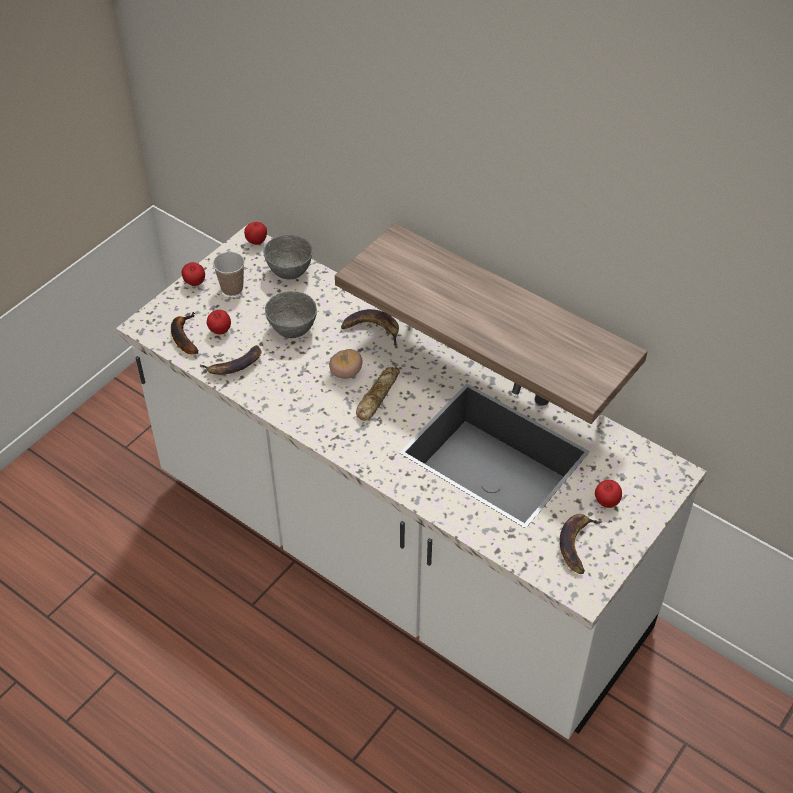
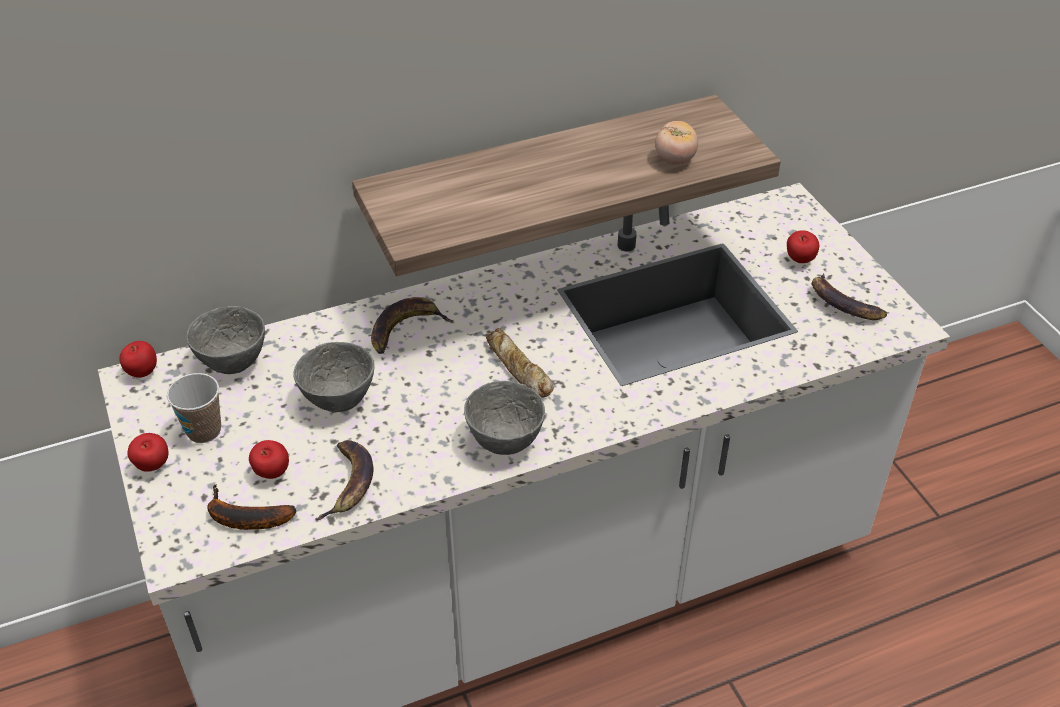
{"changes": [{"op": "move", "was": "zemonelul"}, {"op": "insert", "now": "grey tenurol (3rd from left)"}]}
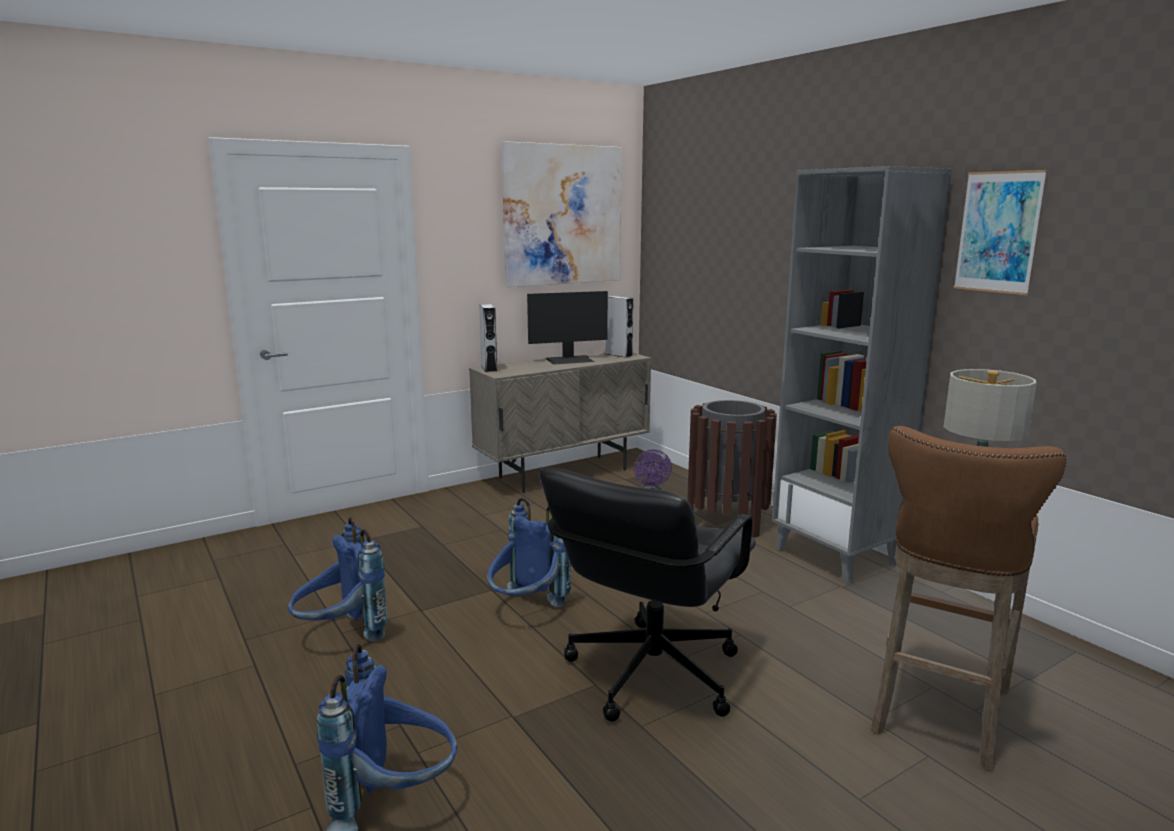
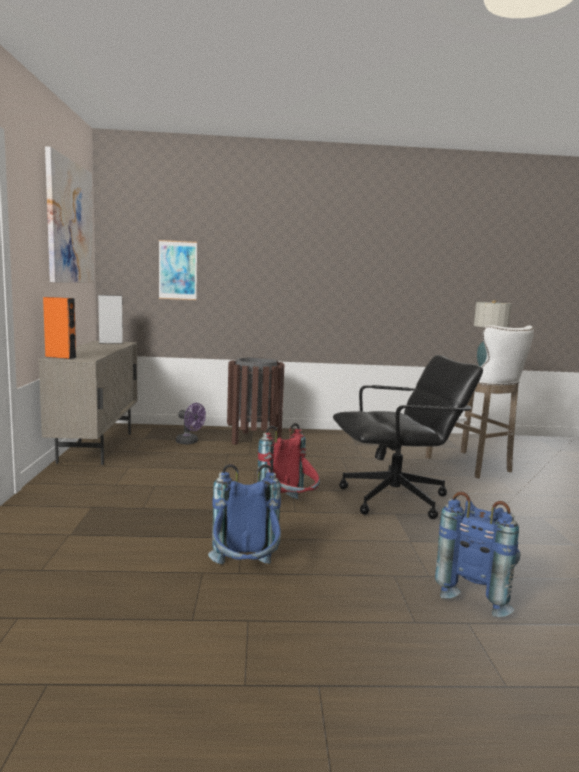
{"changes": [{"op": "recolor", "was": "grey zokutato (1st from left)", "now": "orange zokutato"}, {"op": "recolor", "was": "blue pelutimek (3rd from left)", "now": "red pelutimek"}, {"op": "delete", "was": "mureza"}, {"op": "rotate", "was": "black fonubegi", "clockwise": -75}, {"op": "delete", "was": "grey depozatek"}, {"op": "recolor", "was": "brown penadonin", "now": "white penadonin"}, {"op": "move", "was": "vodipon (2nd from left)"}]}
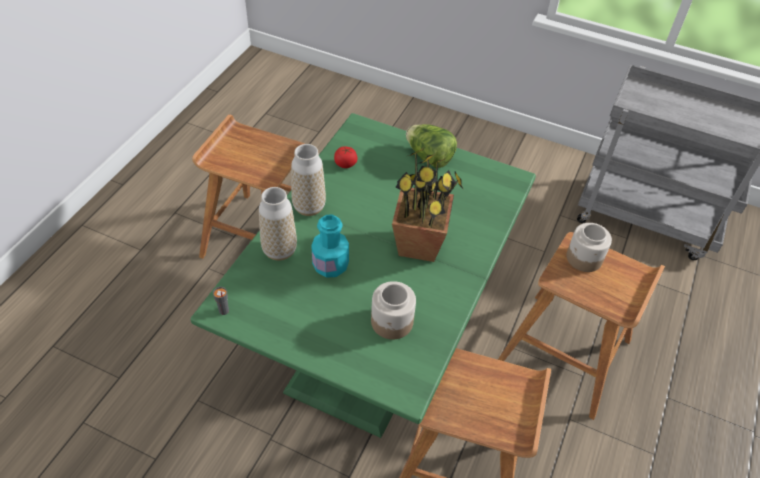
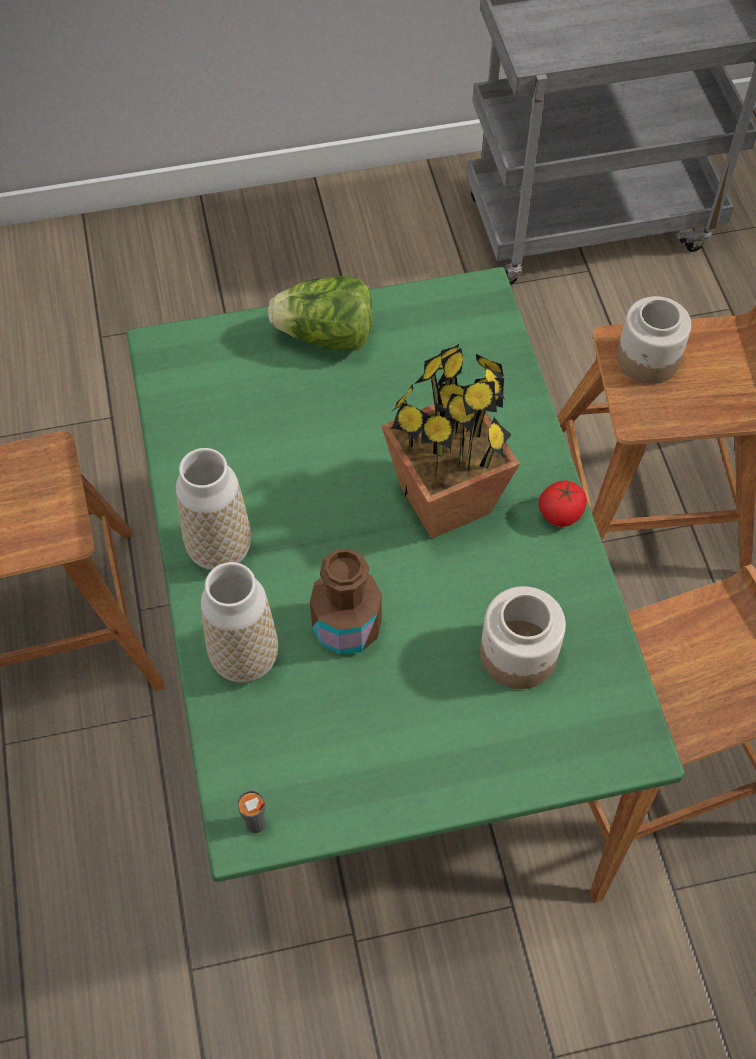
{"changes": [{"op": "recolor", "was": "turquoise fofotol", "now": "brown fofotol"}, {"op": "move", "was": "zemonelul"}]}
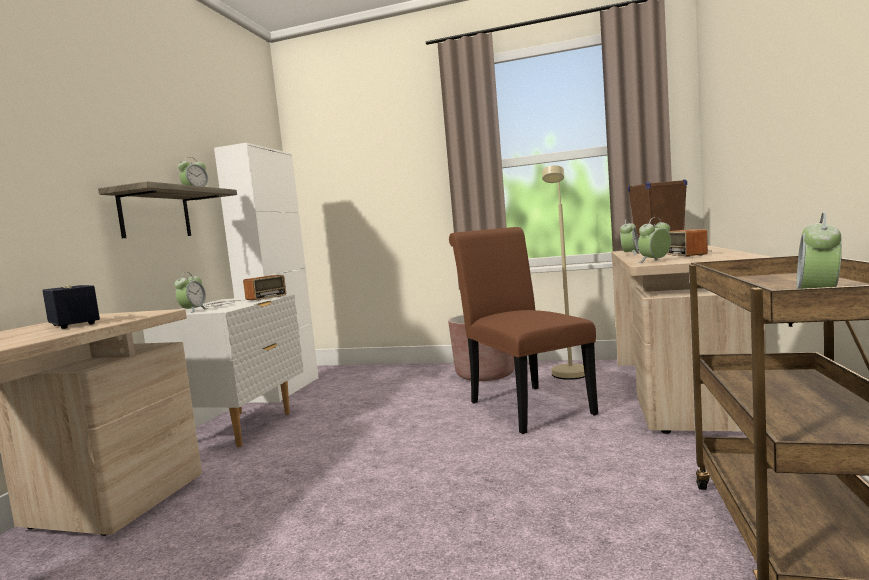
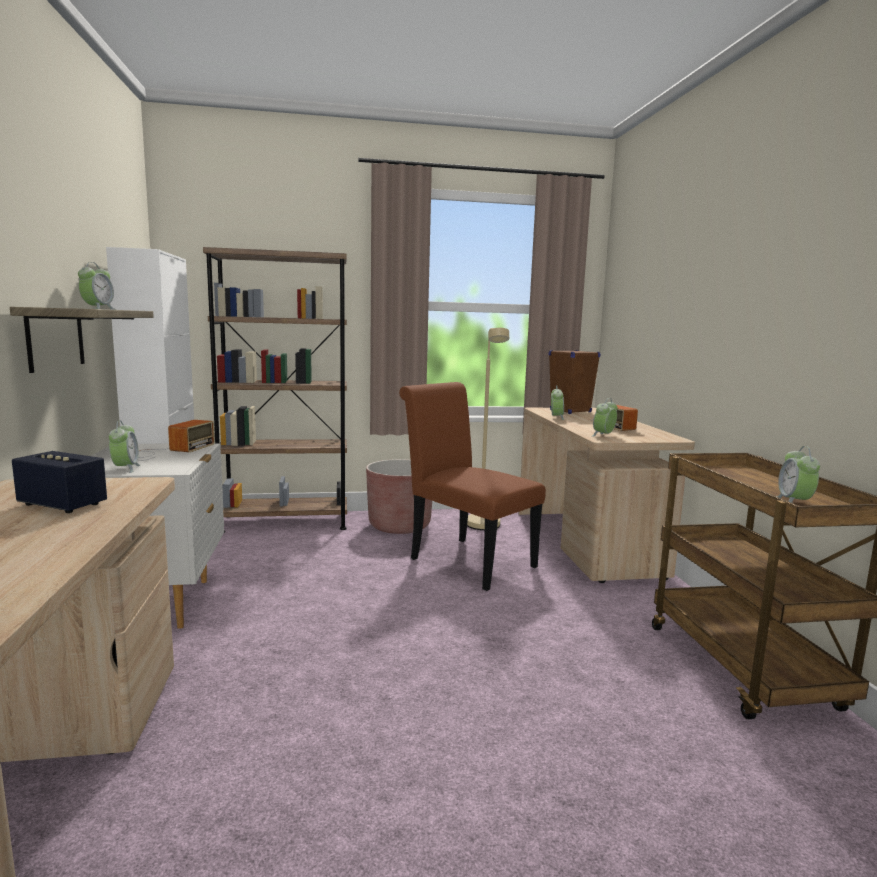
{"changes": [{"op": "insert", "now": "brown depozatek"}]}
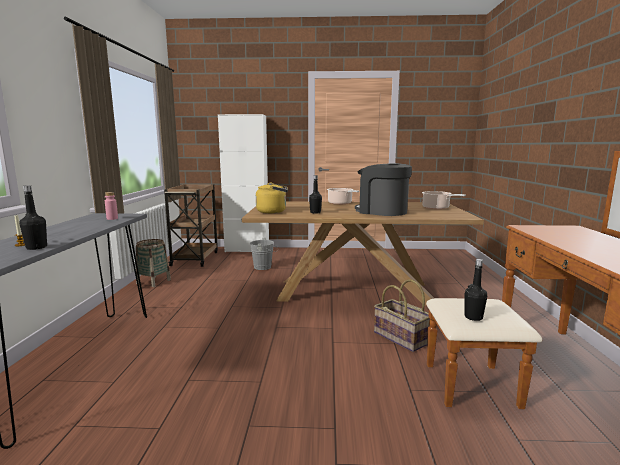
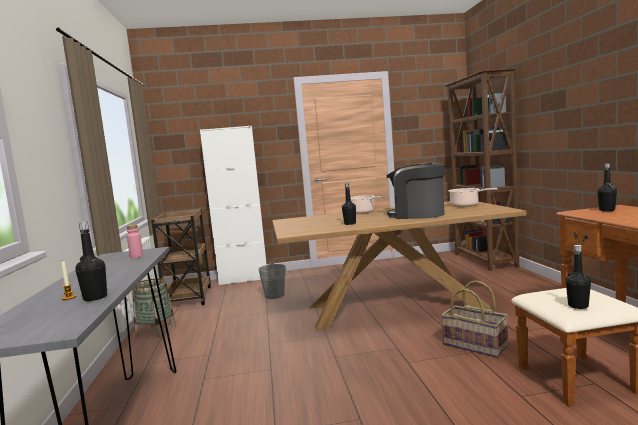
{"changes": [{"op": "delete", "was": "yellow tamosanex"}, {"op": "insert", "now": "brown depozatek"}, {"op": "insert", "now": "black fofotol (4th from left)"}]}
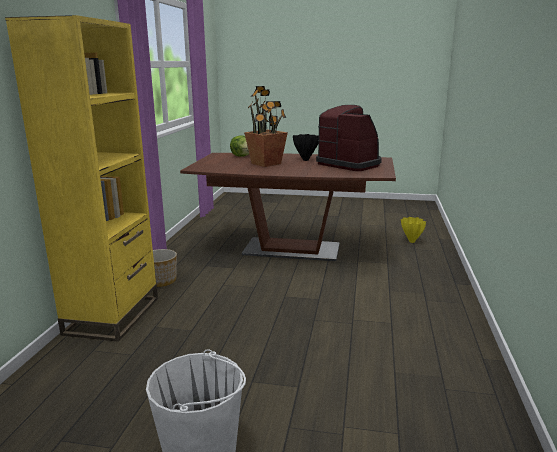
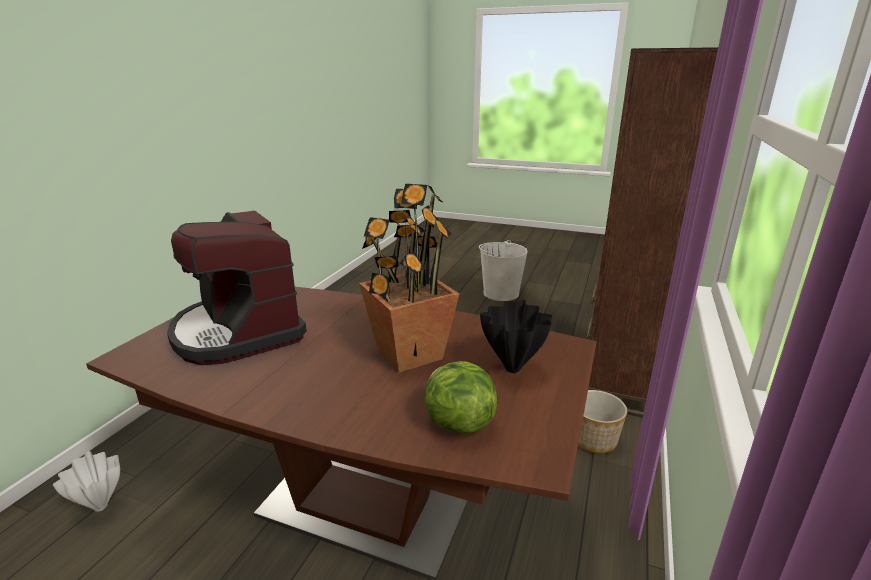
{"changes": [{"op": "recolor", "was": "yellow depozatek", "now": "brown depozatek"}, {"op": "move", "was": "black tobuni"}, {"op": "recolor", "was": "yellow tobuni", "now": "white tobuni"}]}
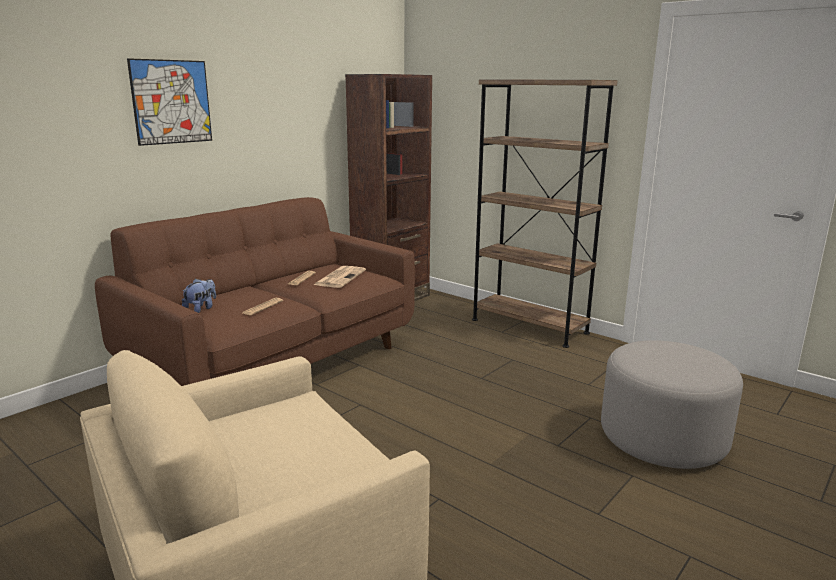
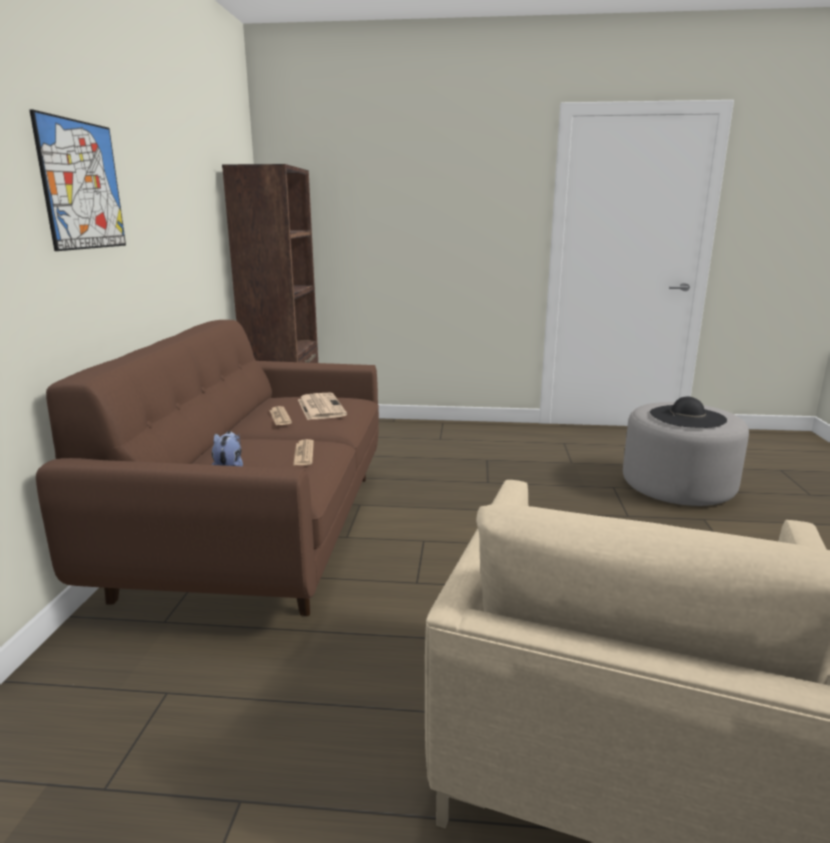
{"changes": [{"op": "delete", "was": "brown depozatek (2nd from left)"}, {"op": "insert", "now": "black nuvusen"}]}
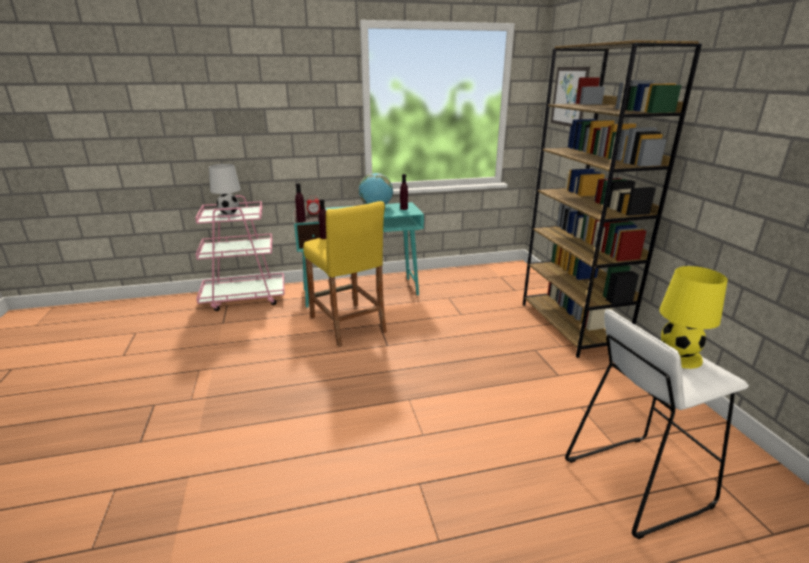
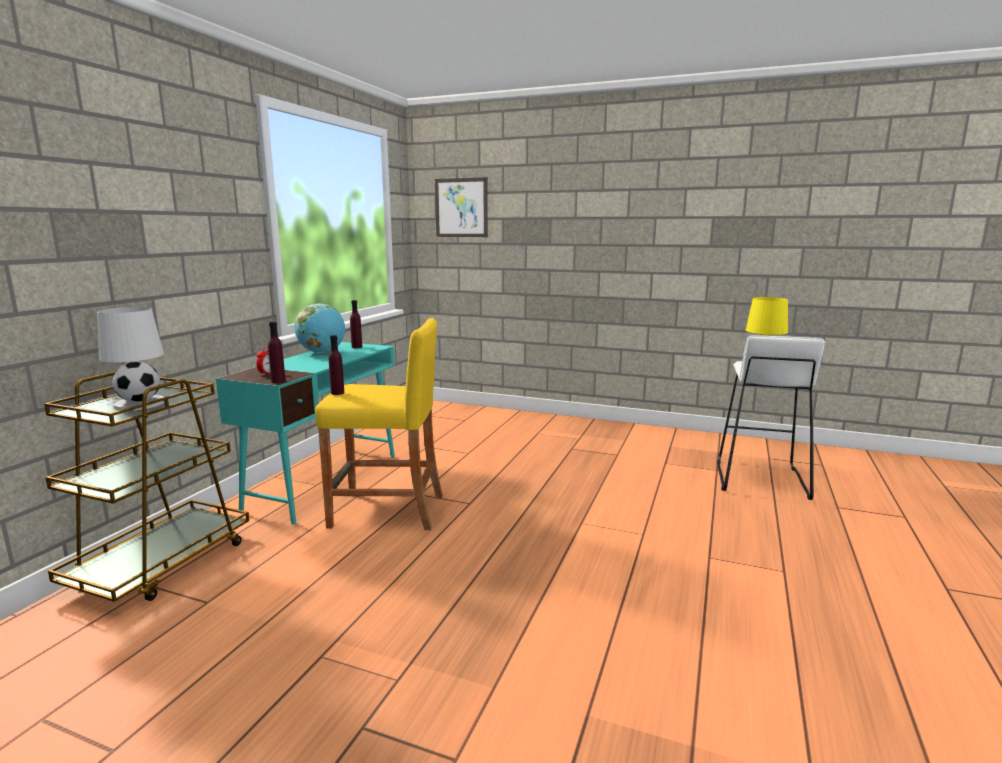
{"changes": [{"op": "recolor", "was": "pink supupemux", "now": "brown supupemux"}, {"op": "delete", "was": "brown depozatek"}]}
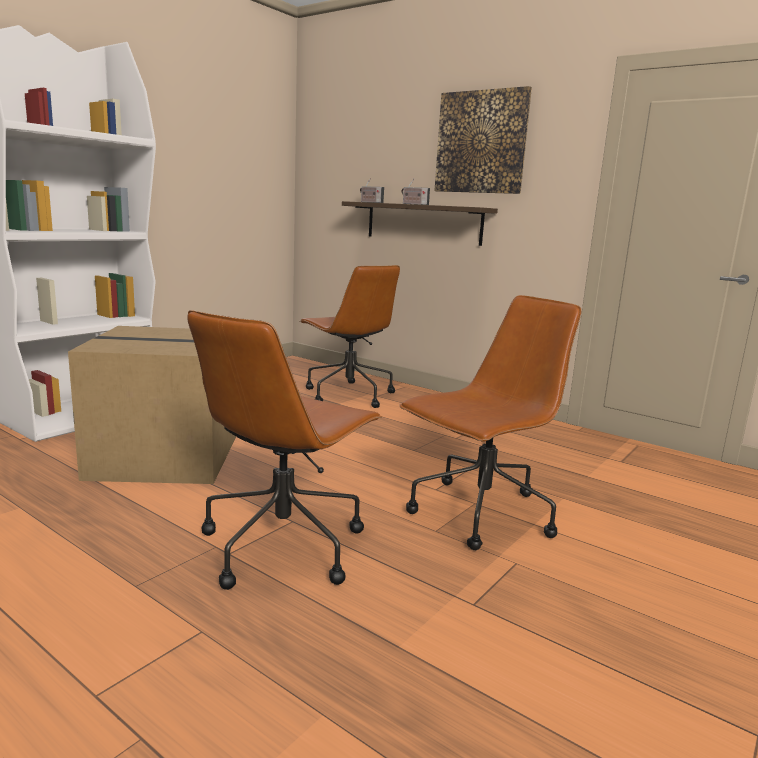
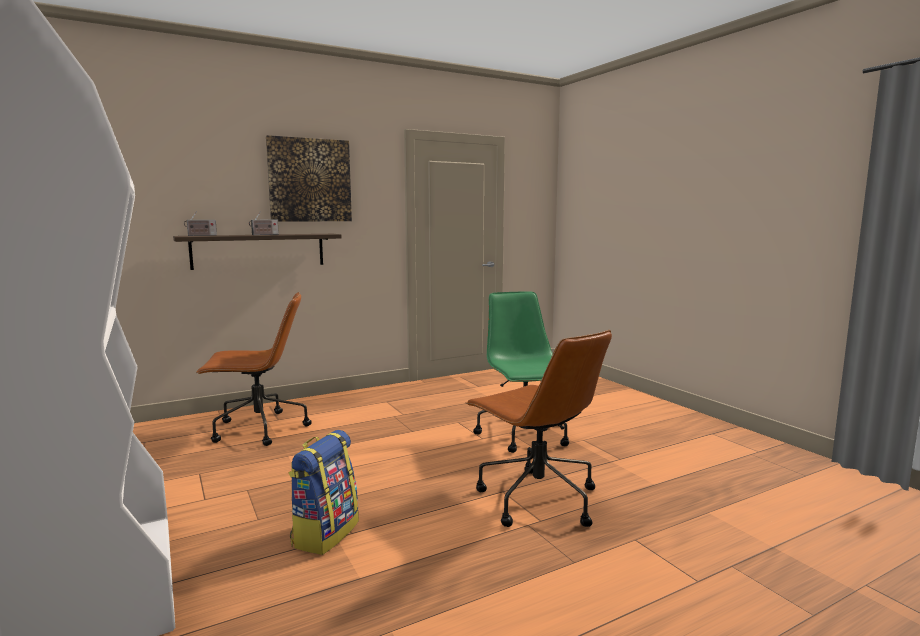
{"changes": [{"op": "replace", "was": "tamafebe", "now": "pelutimek"}, {"op": "recolor", "was": "brown fonubegi (3rd from left)", "now": "green fonubegi"}]}
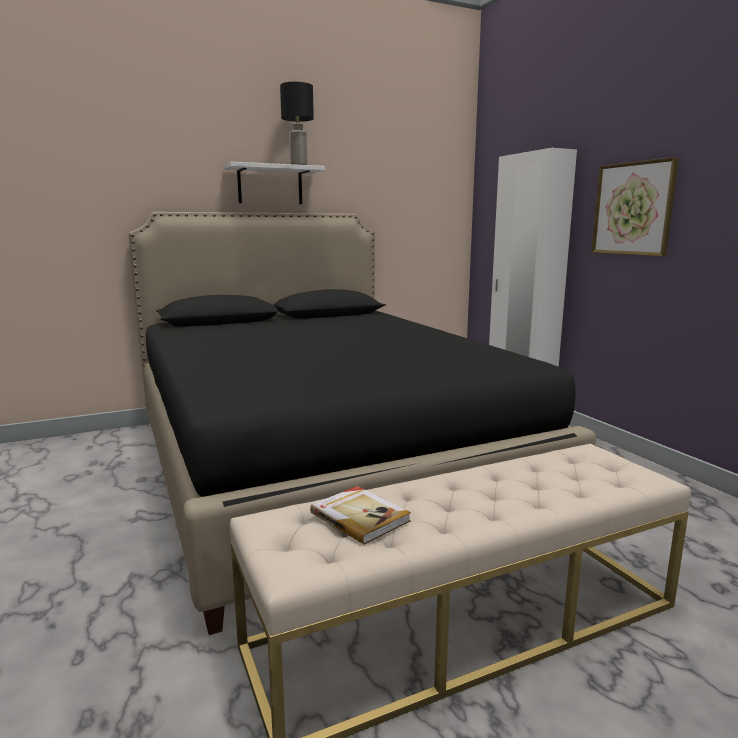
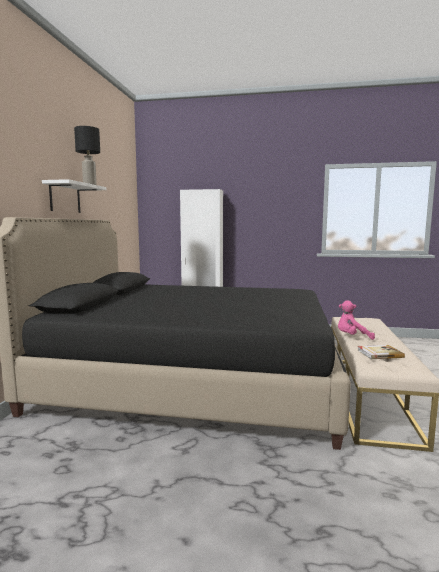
{"changes": [{"op": "delete", "was": "vodipon"}, {"op": "insert", "now": "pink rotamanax"}]}
